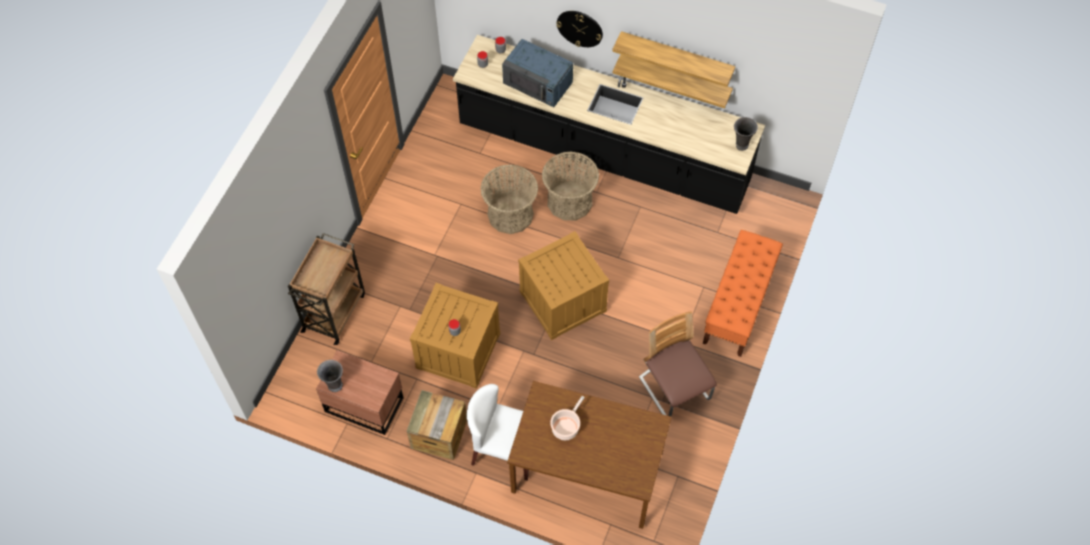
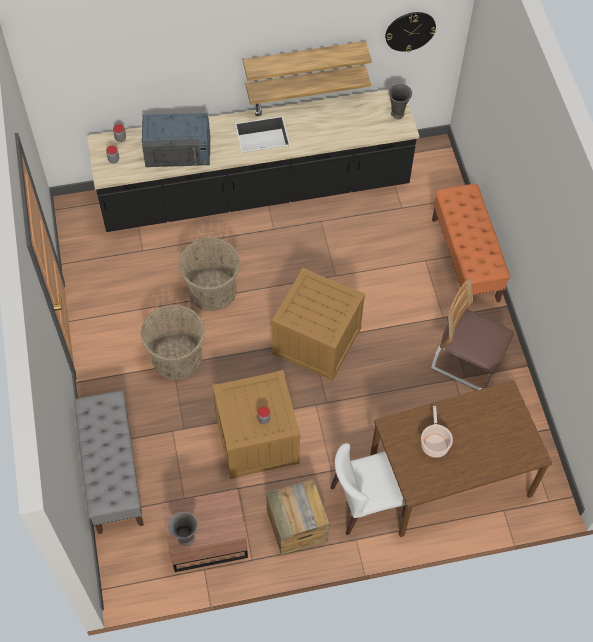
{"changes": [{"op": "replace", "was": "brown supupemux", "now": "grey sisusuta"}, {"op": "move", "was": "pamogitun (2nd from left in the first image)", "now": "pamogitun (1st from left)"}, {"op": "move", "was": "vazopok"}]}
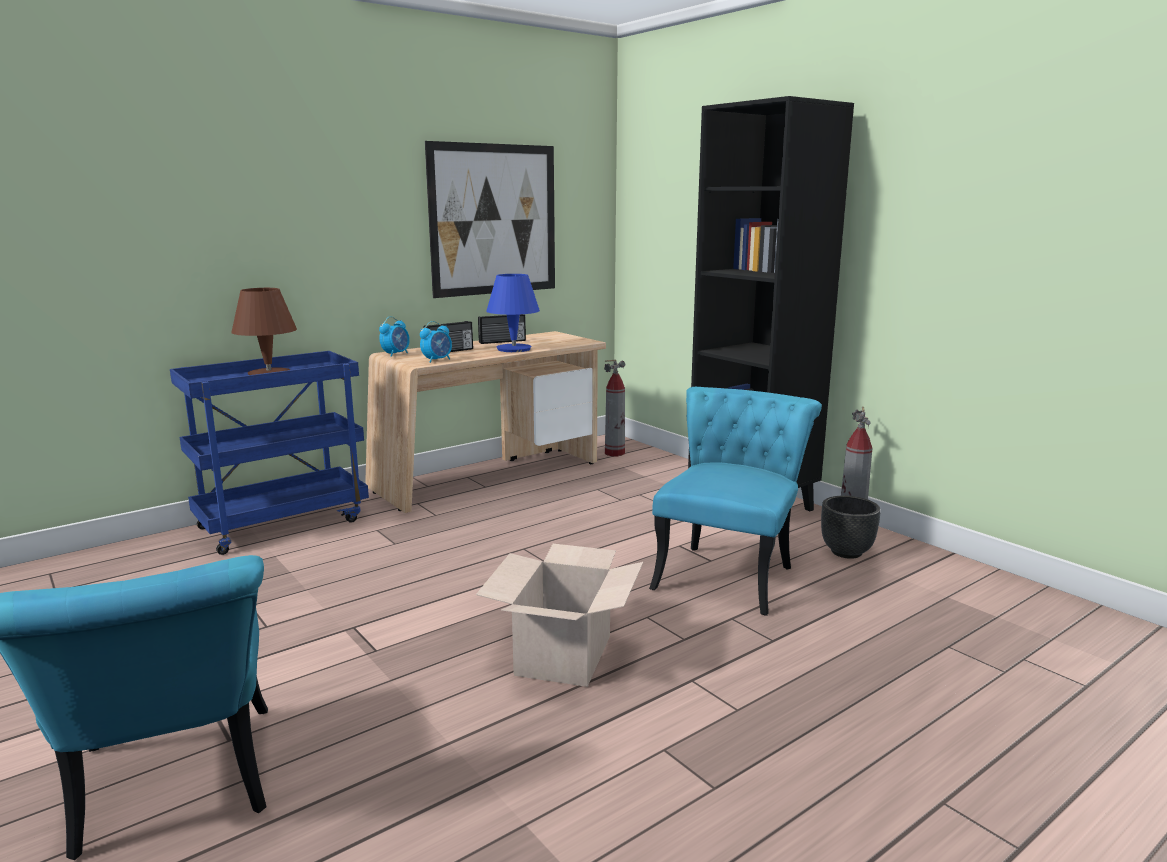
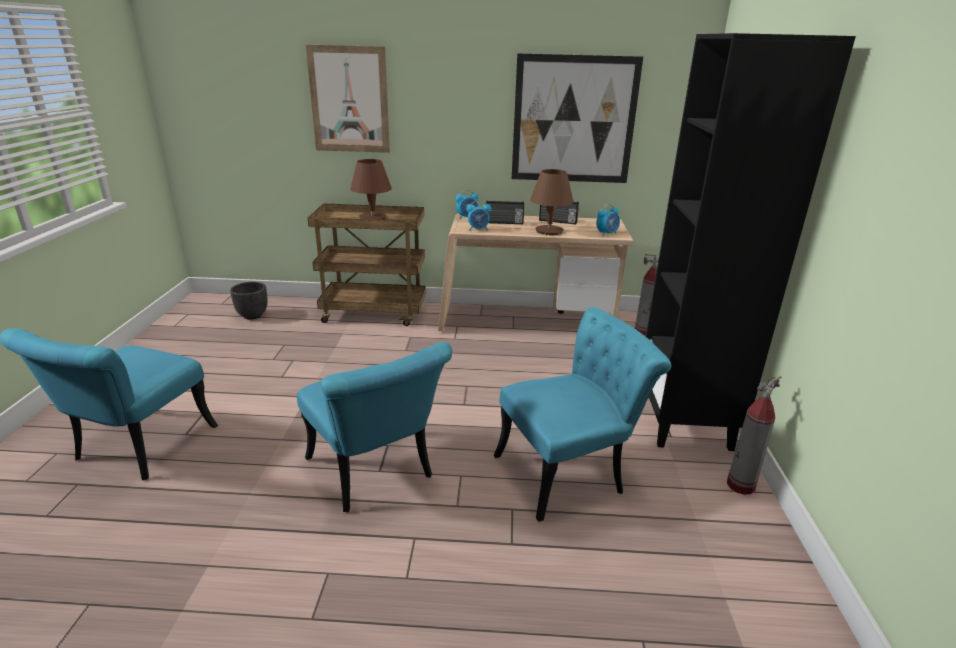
{"changes": [{"op": "recolor", "was": "blue supupemux", "now": "brown supupemux"}, {"op": "replace", "was": "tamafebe", "now": "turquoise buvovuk (2nd from left)"}, {"op": "recolor", "was": "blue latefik", "now": "brown latefik (2nd from left)"}, {"op": "move", "was": "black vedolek"}, {"op": "insert", "now": "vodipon (1st from left)"}, {"op": "insert", "now": "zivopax (3rd from left)"}]}
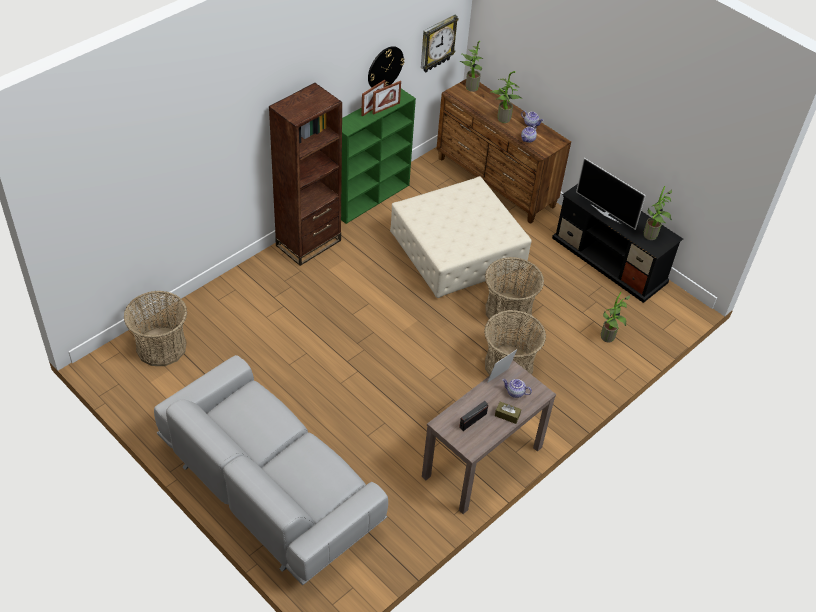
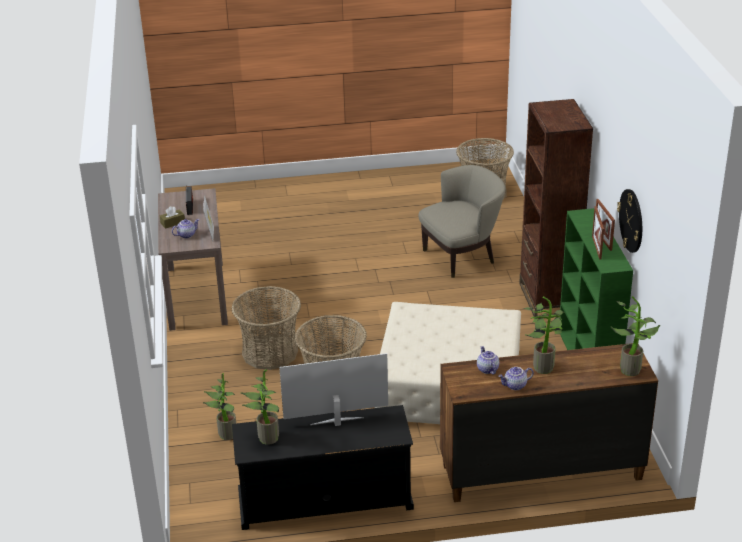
{"changes": [{"op": "delete", "was": "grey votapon"}, {"op": "delete", "was": "vazopok (2nd from left)"}, {"op": "insert", "now": "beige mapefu"}]}
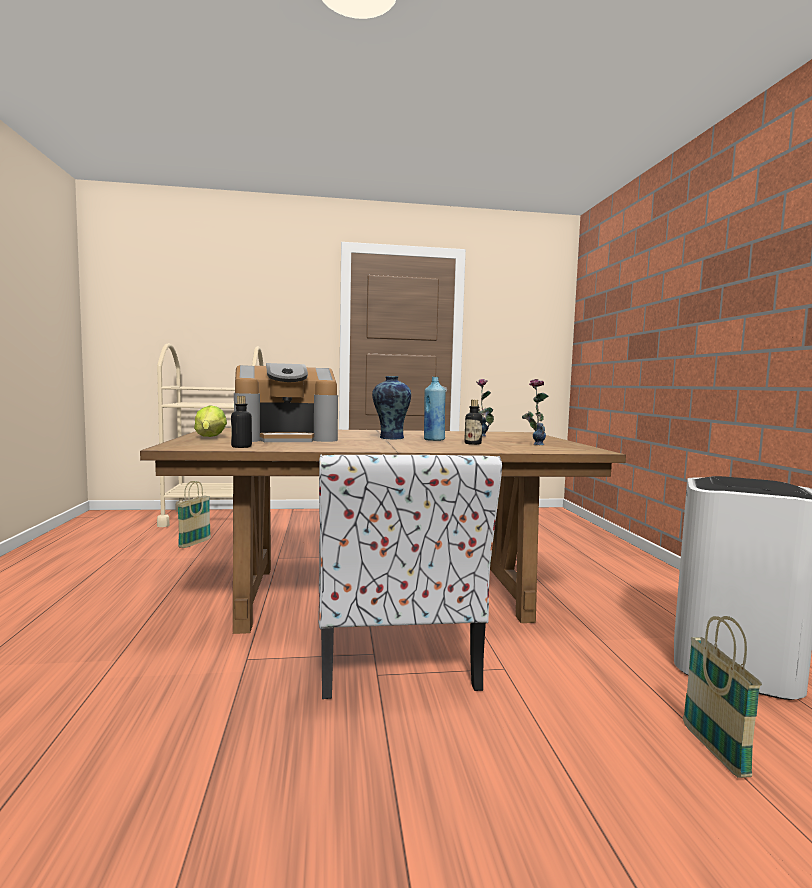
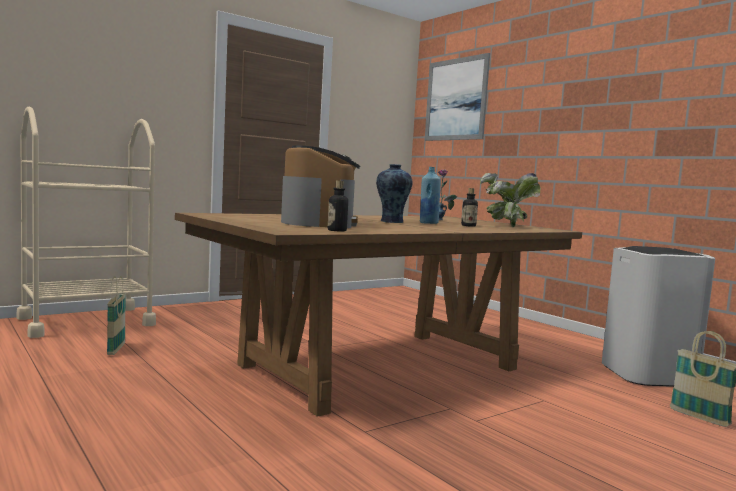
{"changes": [{"op": "delete", "was": "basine"}, {"op": "rotate", "was": "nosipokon", "clockwise": -45}, {"op": "delete", "was": "buvovuk"}, {"op": "replace", "was": "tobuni (3rd from left)", "now": "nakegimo"}, {"op": "insert", "now": "vodipon"}]}
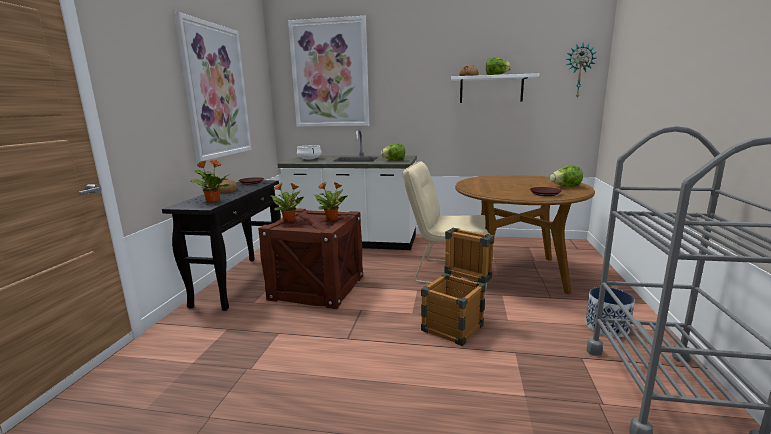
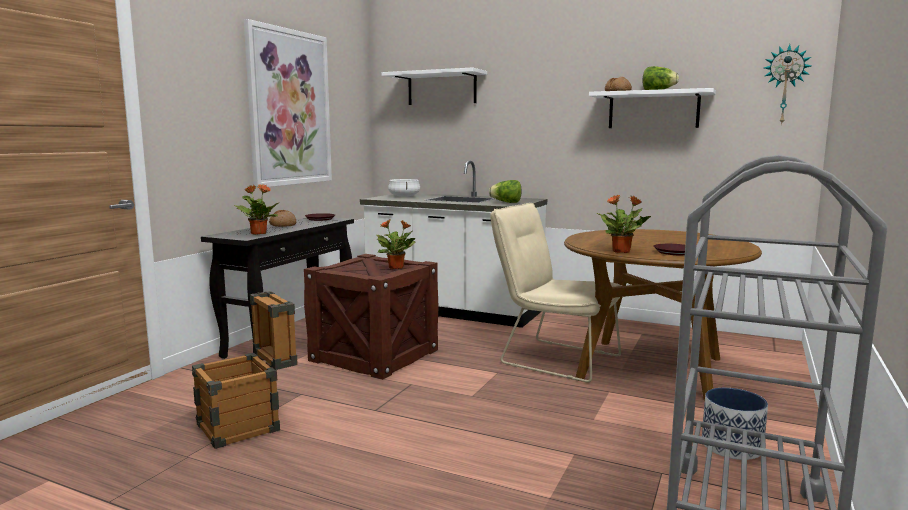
{"changes": [{"op": "move", "was": "nakegimo (2nd from left in the first image)", "now": "nakegimo (3rd from left)"}, {"op": "replace", "was": "vodipon (2nd from left)", "now": "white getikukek (1st from left)"}, {"op": "move", "was": "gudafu (2nd from left in the first image)", "now": "gudafu (1st from left)"}, {"op": "delete", "was": "basine (3rd from left)"}]}
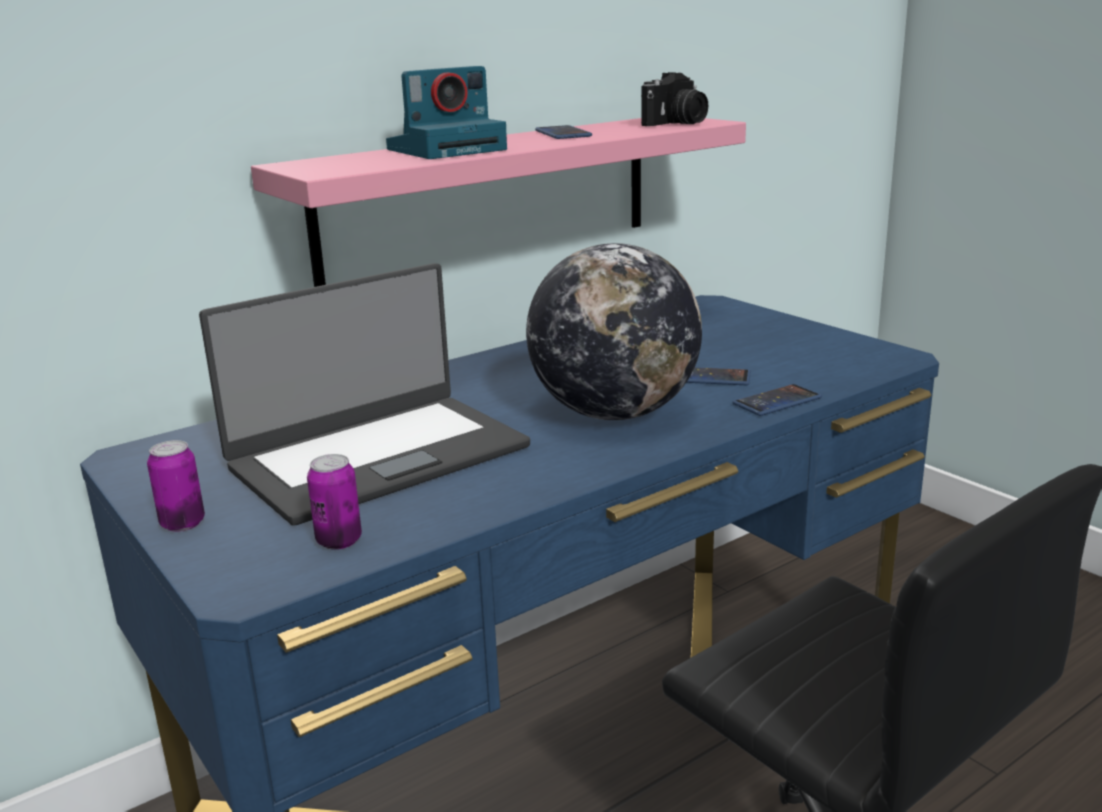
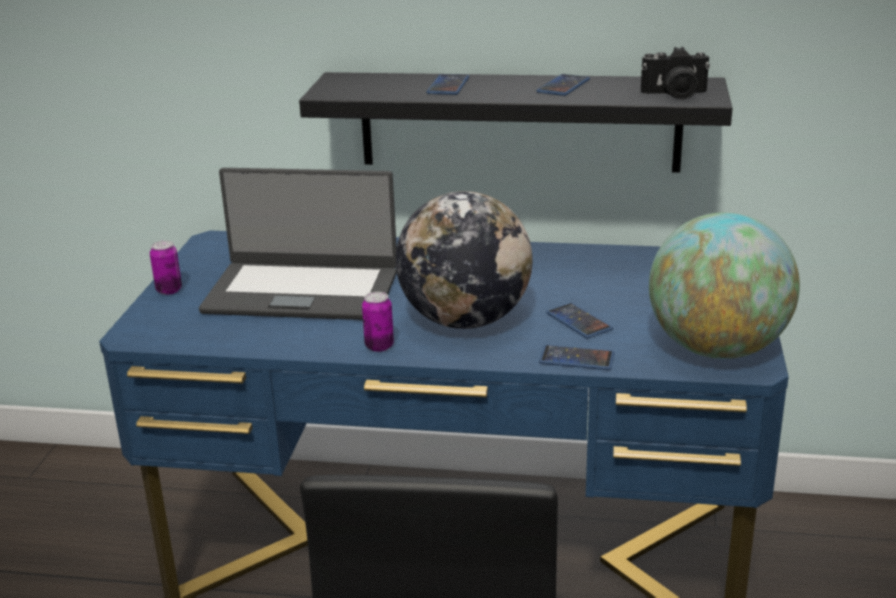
{"changes": [{"op": "recolor", "was": "pink getikukek", "now": "black getikukek"}, {"op": "move", "was": "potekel (2nd from left)"}, {"op": "replace", "was": "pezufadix (1st from left)", "now": "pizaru (1st from left)"}, {"op": "insert", "now": "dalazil (2nd from left)"}]}
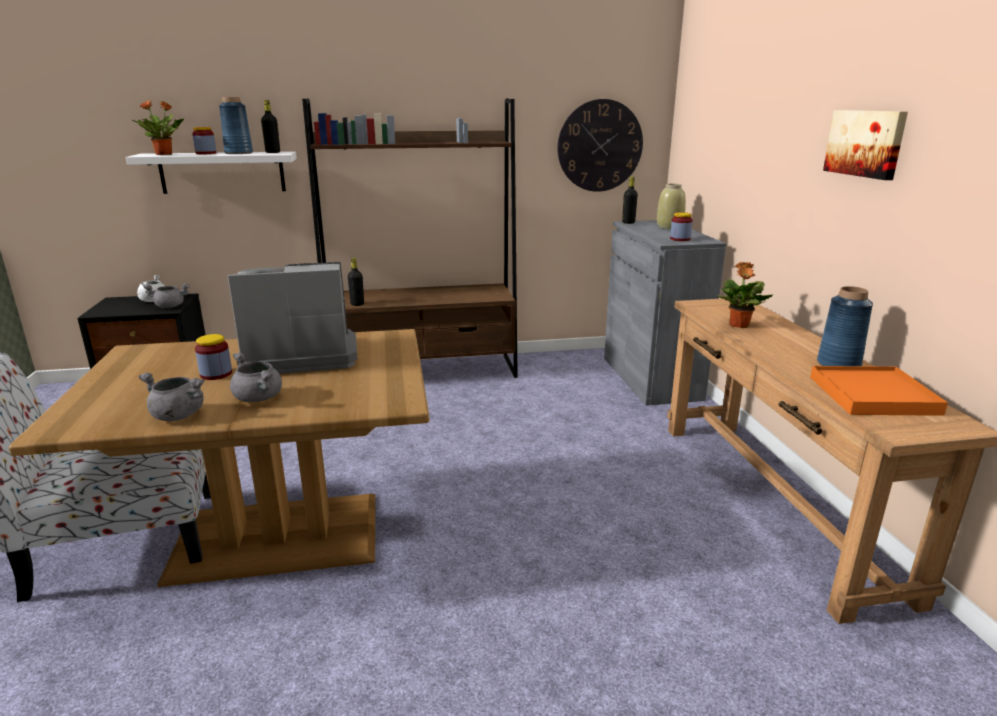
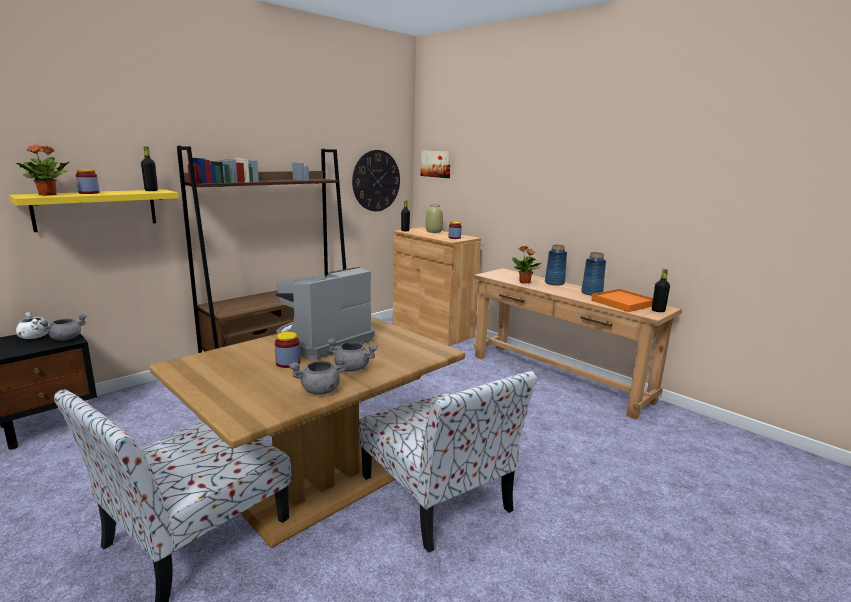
{"changes": [{"op": "recolor", "was": "white getikukek", "now": "yellow getikukek"}, {"op": "move", "was": "blue tobuni (1st from left)"}, {"op": "move", "was": "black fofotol (2nd from left in the first image)", "now": "black fofotol (3rd from left)"}, {"op": "recolor", "was": "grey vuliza", "now": "brown vuliza"}, {"op": "move", "was": "vodipon"}, {"op": "insert", "now": "buvovuk (2nd from left)"}]}
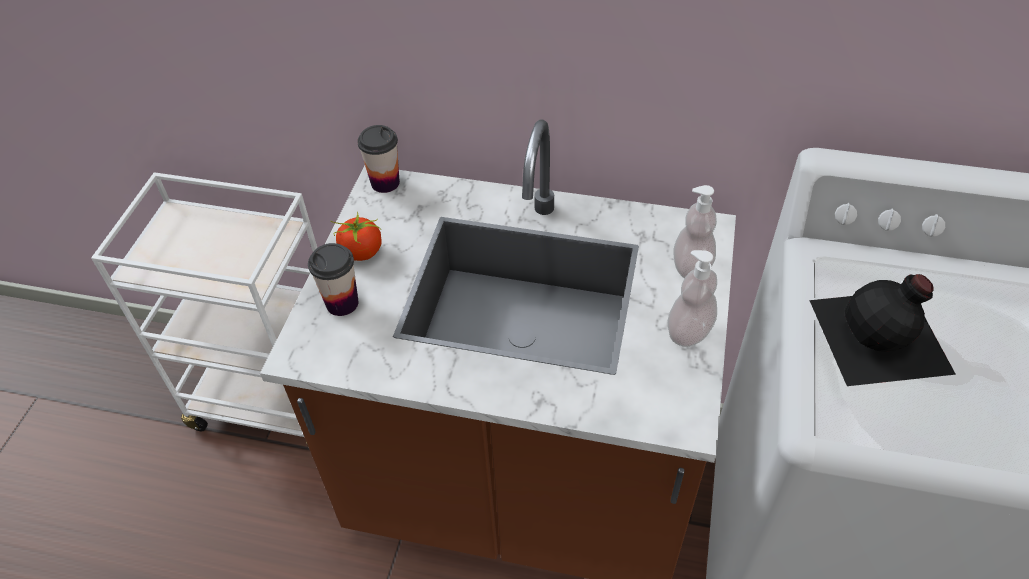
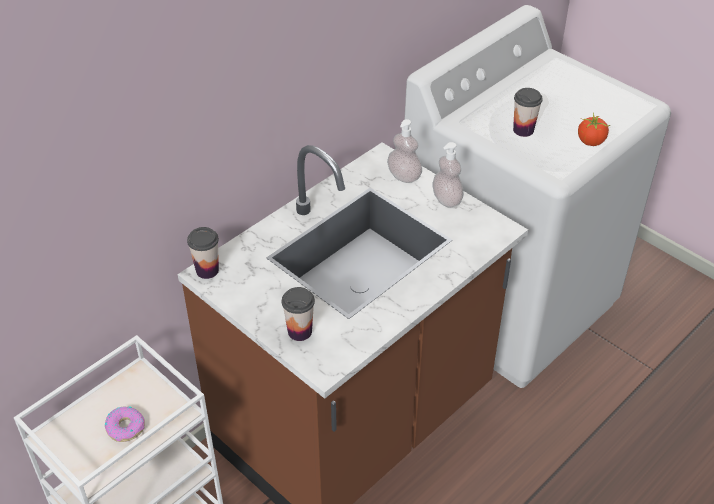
{"changes": [{"op": "move", "was": "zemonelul"}, {"op": "replace", "was": "black fofotol", "now": "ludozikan (3rd from left)"}, {"op": "insert", "now": "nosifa"}]}
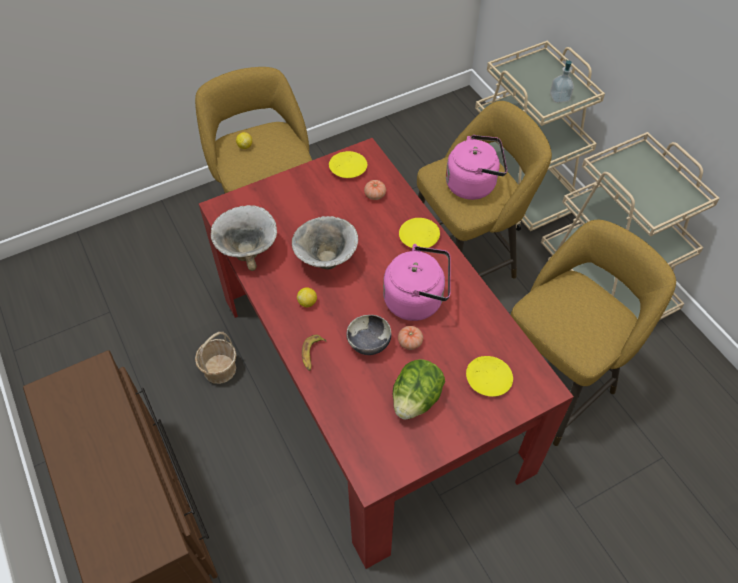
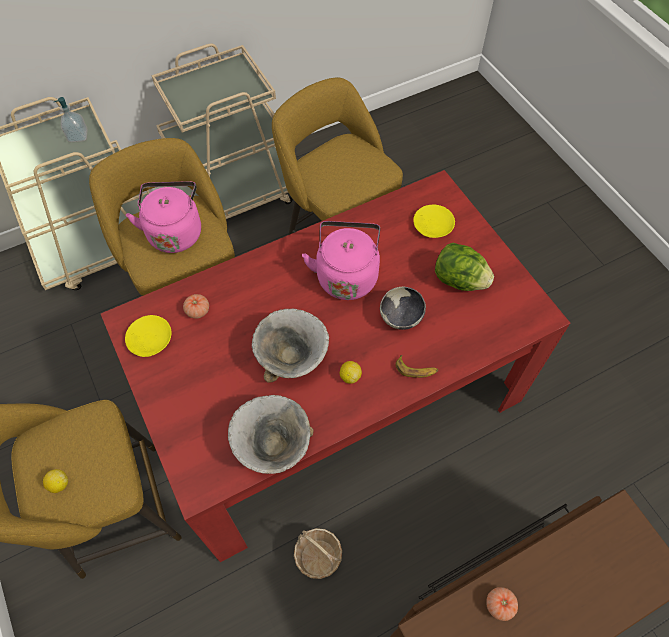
{"changes": [{"op": "move", "was": "zemonelul (2nd from left)"}, {"op": "delete", "was": "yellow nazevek (2nd from left)"}]}
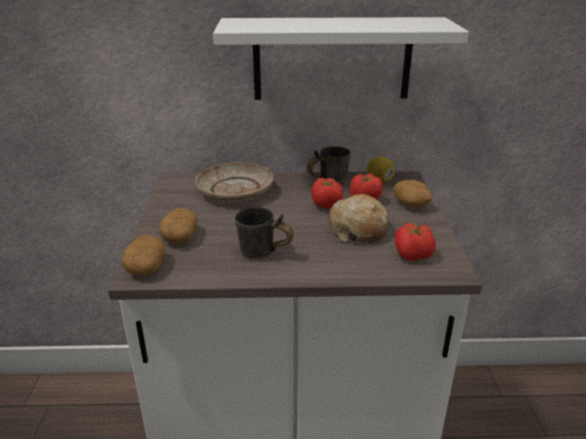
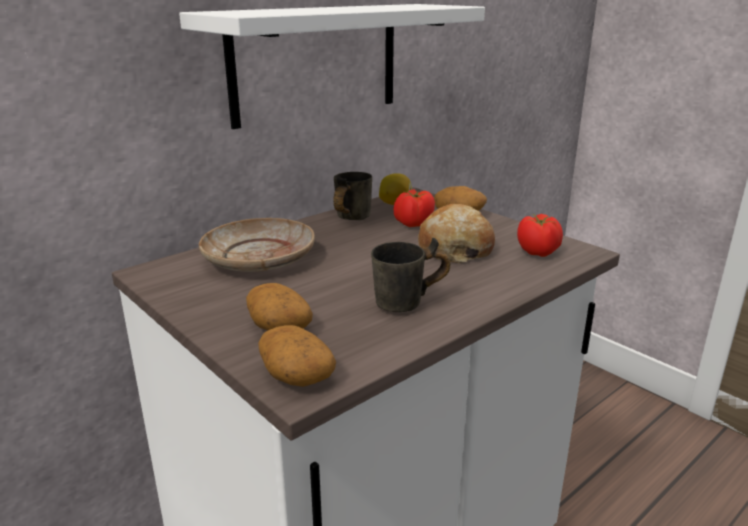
{"changes": [{"op": "delete", "was": "zemonelul (1st from left)"}]}
